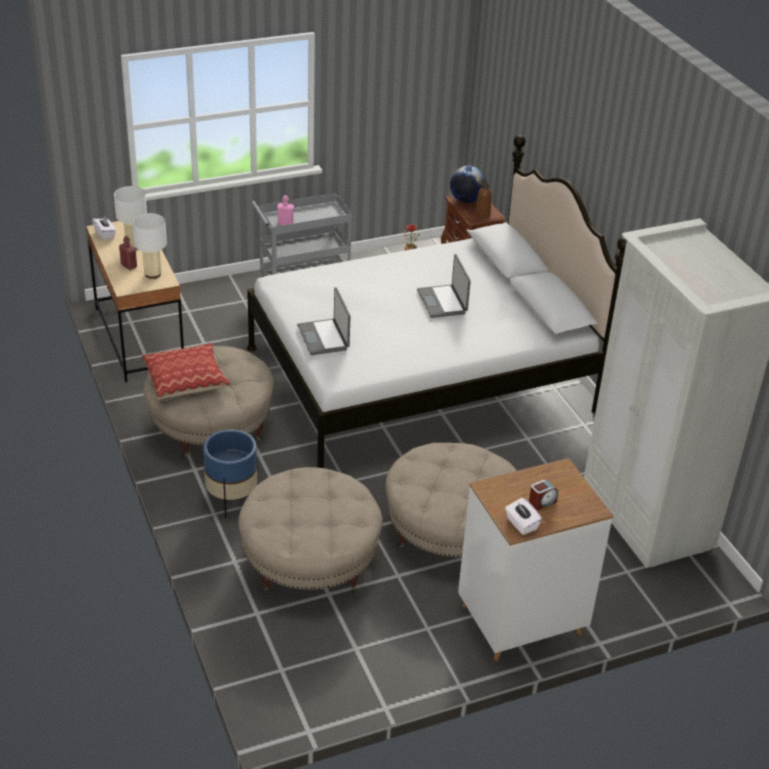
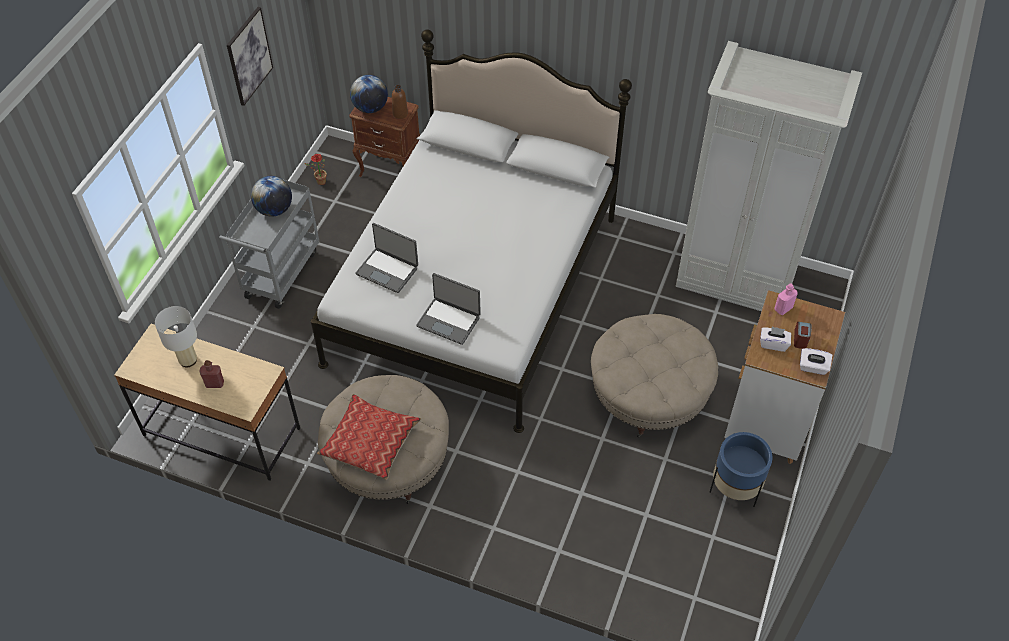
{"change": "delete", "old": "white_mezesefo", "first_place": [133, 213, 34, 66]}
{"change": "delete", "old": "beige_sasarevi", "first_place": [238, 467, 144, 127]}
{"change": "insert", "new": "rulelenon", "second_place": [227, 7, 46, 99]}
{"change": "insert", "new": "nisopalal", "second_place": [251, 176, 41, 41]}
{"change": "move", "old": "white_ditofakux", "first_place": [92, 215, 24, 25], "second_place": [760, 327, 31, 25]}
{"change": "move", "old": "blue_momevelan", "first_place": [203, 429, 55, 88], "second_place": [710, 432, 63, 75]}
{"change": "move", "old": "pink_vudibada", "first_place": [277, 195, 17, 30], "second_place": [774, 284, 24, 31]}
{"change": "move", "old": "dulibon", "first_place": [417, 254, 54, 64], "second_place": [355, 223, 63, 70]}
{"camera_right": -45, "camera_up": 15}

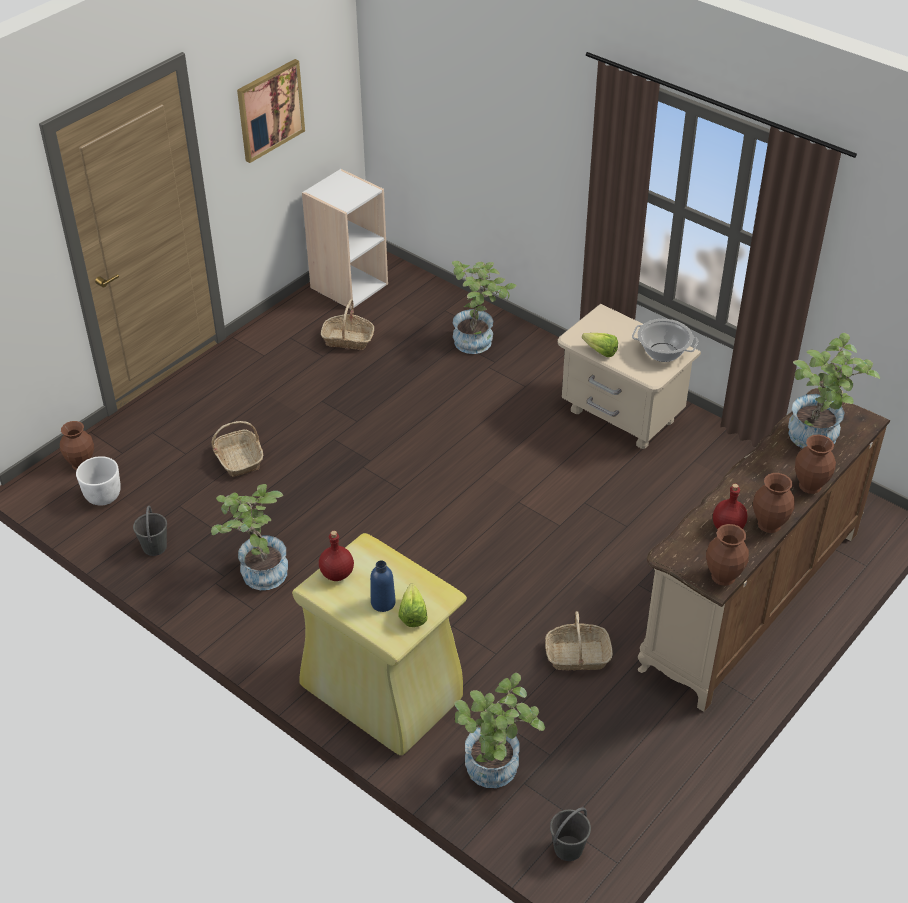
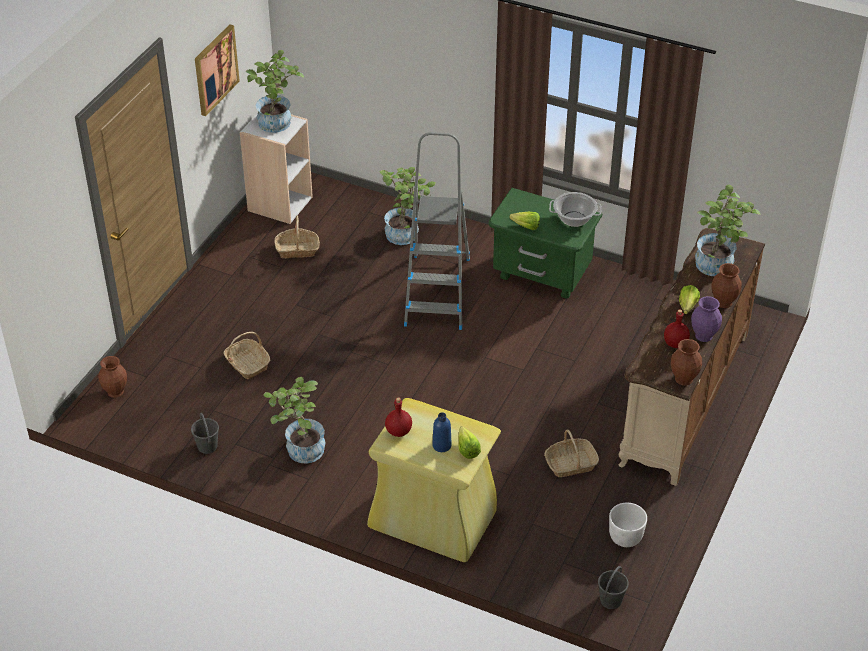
{"change": "insert", "new": "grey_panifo", "second_place": [404, 132, 66, 198]}
{"change": "insert", "new": "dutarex", "second_place": [679, 285, 21, 29]}
{"change": "move", "old": "white_momevelan", "first_place": [76, 456, 45, 50], "second_place": [609, 503, 38, 44]}
{"change": "move", "old": "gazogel", "first_place": [454, 673, 91, 115], "second_place": [246, 50, 58, 83]}
{"change": "recolor", "old": "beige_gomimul", "new": "green_gomimul", "first_place": [558, 304, 143, 145], "second_place": [489, 188, 113, 111]}
{"change": "recolor", "old": "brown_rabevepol", "new": "purple_rabevepol", "first_place": [753, 473, 42, 60], "second_place": [691, 296, 31, 46]}
{"camera_right": -15, "camera_up": 0}

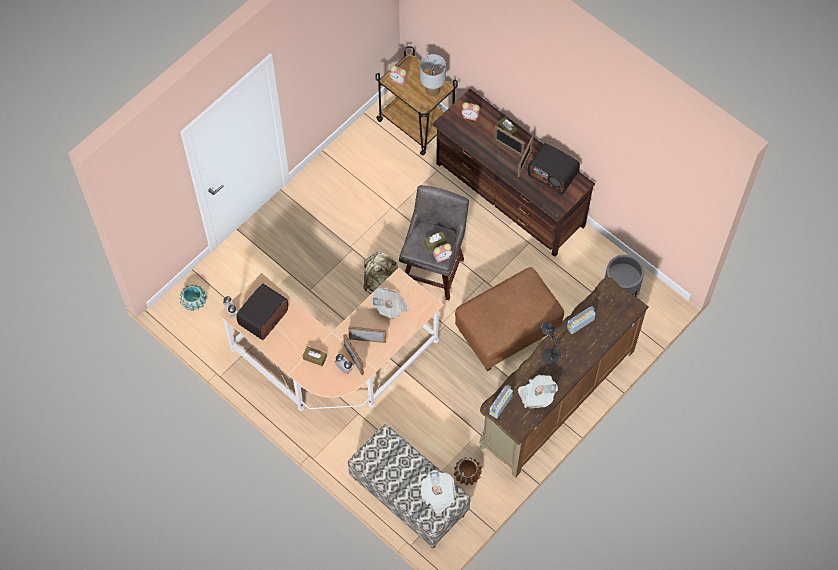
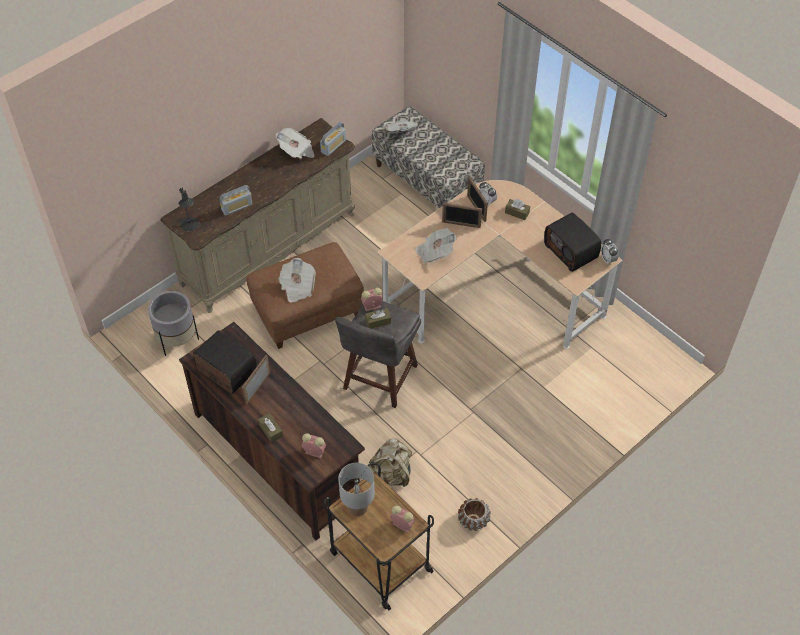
{"change": "delete", "old": "turquoise_momevelan", "first_place": [179, 285, 28, 26]}
{"change": "delete", "old": "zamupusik", "first_place": [494, 125, 31, 31]}
{"change": "insert", "new": "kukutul", "second_place": [278, 258, 38, 45]}
{"change": "move", "old": "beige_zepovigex", "first_place": [364, 252, 34, 42], "second_place": [369, 438, 43, 49]}
{"change": "move", "old": "brown_momevelan", "first_place": [454, 457, 28, 28], "second_place": [458, 498, 33, 33]}
{"change": "move", "old": "black_mezesefo", "first_place": [541, 322, 20, 43], "second_place": [179, 187, 20, 44]}
{"change": "rotate", "old": "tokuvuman", "first_place": [236, 284, 52, 56], "second_place": [544, 213, 57, 59], "degrees": 105}
{"camera_right": -175, "camera_up": -10}

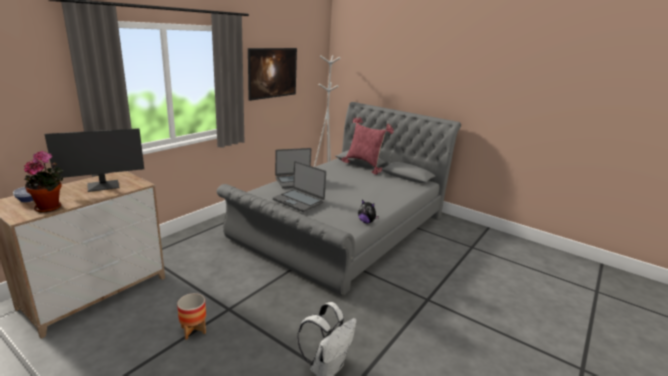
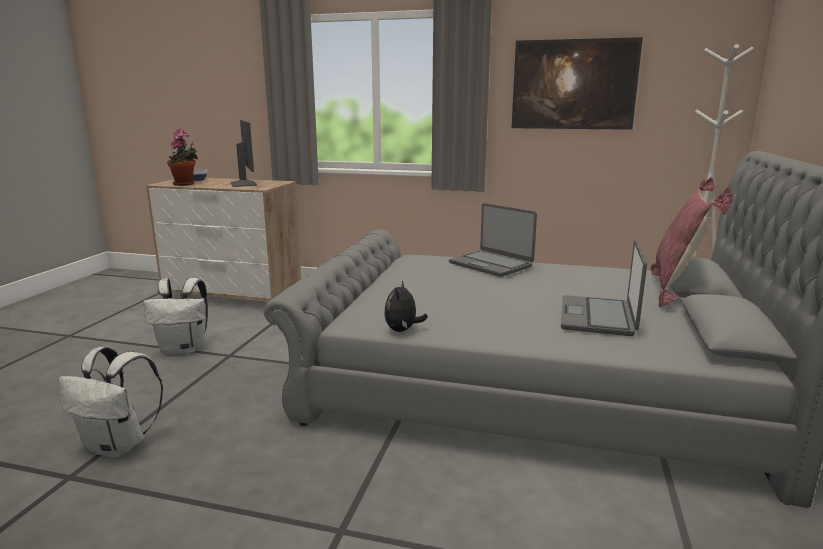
{"change": "move", "old": "dulibon", "first_place": [273, 161, 53, 51], "second_place": [561, 240, 86, 96]}
{"change": "replace", "old": "momevelan", "new": "white_zepovigex", "first_place": [177, 293, 29, 47], "second_place": [143, 278, 65, 77]}
{"change": "rotate", "old": "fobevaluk", "first_place": [44, 128, 100, 64], "second_place": [230, 120, 27, 67], "degrees": -150}
{"camera_right": 70, "camera_up": -5}

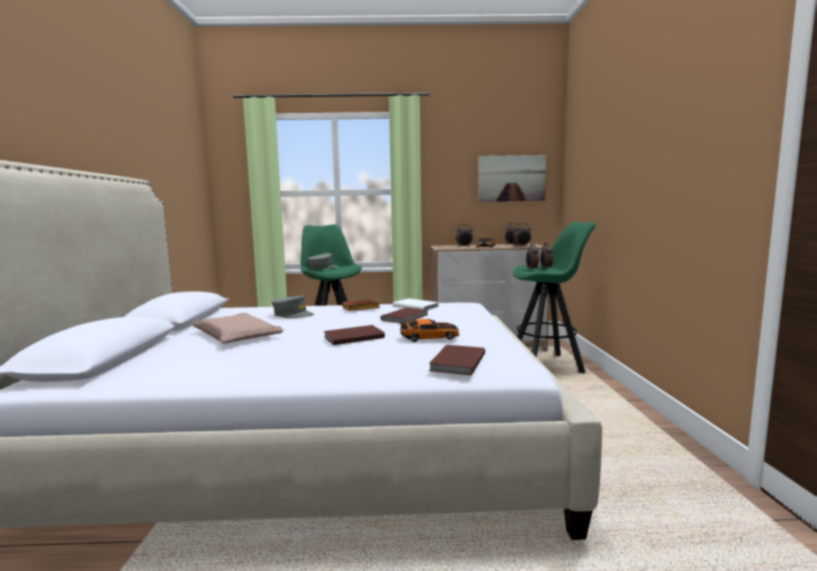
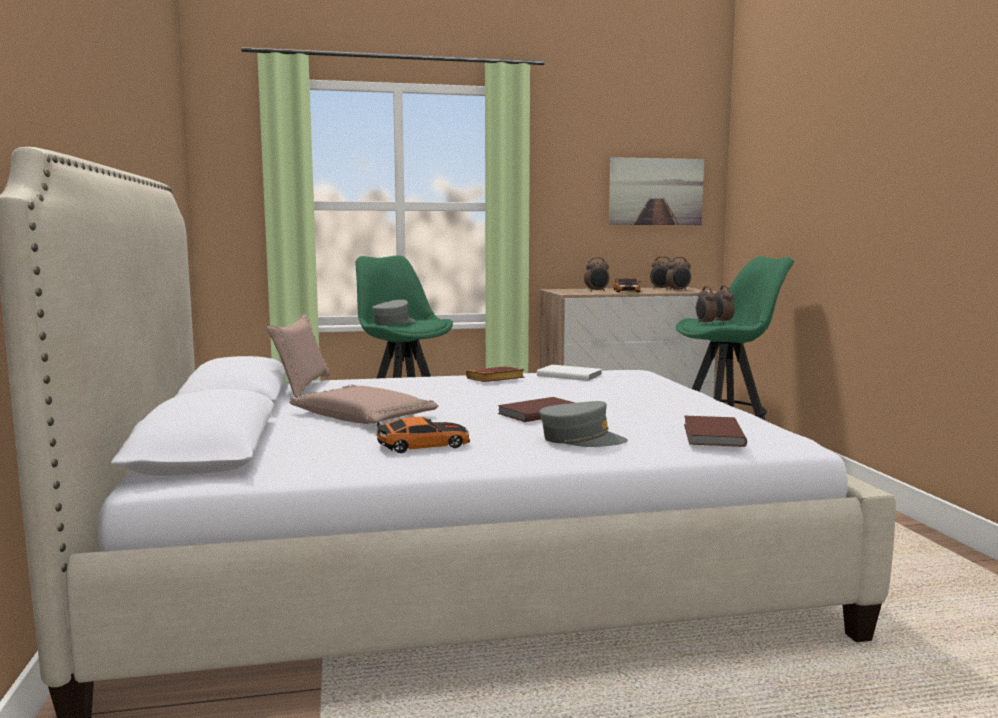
{"change": "delete", "old": "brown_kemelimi", "first_place": [381, 307, 47, 16]}
{"change": "insert", "new": "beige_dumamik", "second_place": [267, 314, 63, 84]}
{"change": "move", "old": "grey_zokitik", "first_place": [272, 295, 42, 23], "second_place": [539, 401, 89, 46]}
{"change": "move", "old": "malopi", "first_place": [400, 319, 59, 23], "second_place": [376, 417, 94, 36]}
{"camera_right": -10, "camera_up": 0}

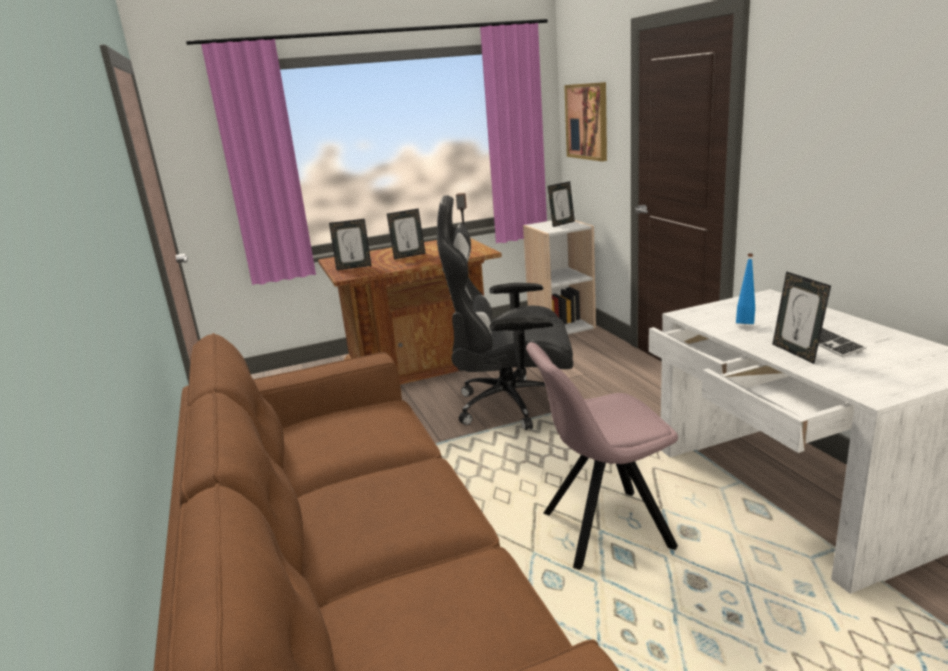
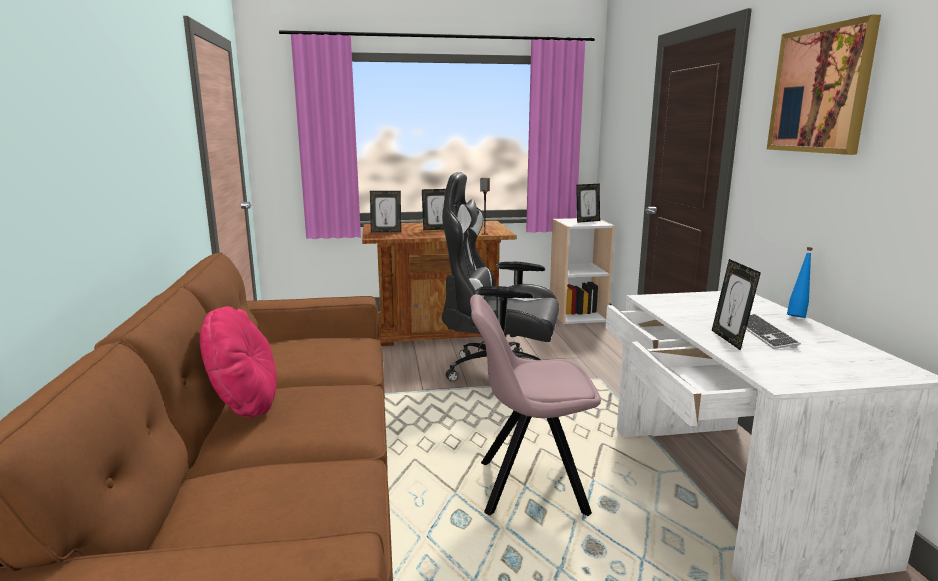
{"change": "insert", "new": "pink_dumamik", "second_place": [200, 306, 77, 112]}
{"change": "move", "old": "rulelenon", "first_place": [564, 82, 43, 79], "second_place": [767, 15, 114, 140]}
{"change": "move", "old": "blue_vudibada", "first_place": [736, 254, 19, 70], "second_place": [787, 247, 26, 71]}
{"camera_right": 10, "camera_up": -5}

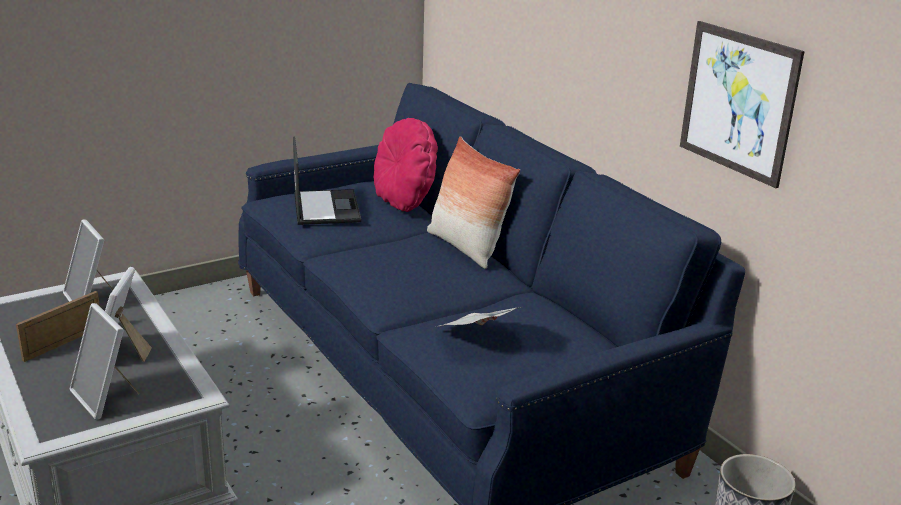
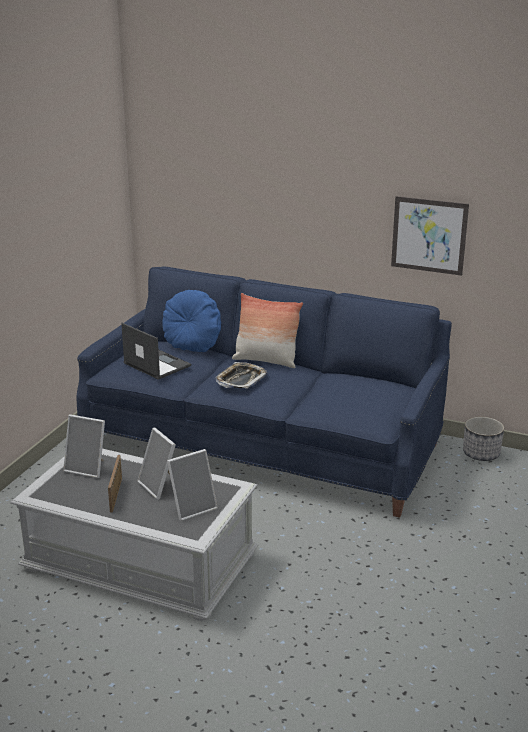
{"change": "delete", "old": "kukutul", "first_place": [434, 306, 92, 21]}
{"change": "insert", "new": "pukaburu", "second_place": [216, 362, 51, 27]}
{"change": "recolor", "old": "pink_dumamik", "new": "blue_dumamik", "first_place": [373, 118, 65, 94], "second_place": [162, 290, 59, 62]}
{"change": "rotate", "old": "zamupusik", "first_place": [70, 303, 70, 117], "second_place": [167, 449, 51, 72], "degrees": -45}
{"camera_right": -35, "camera_up": 0}

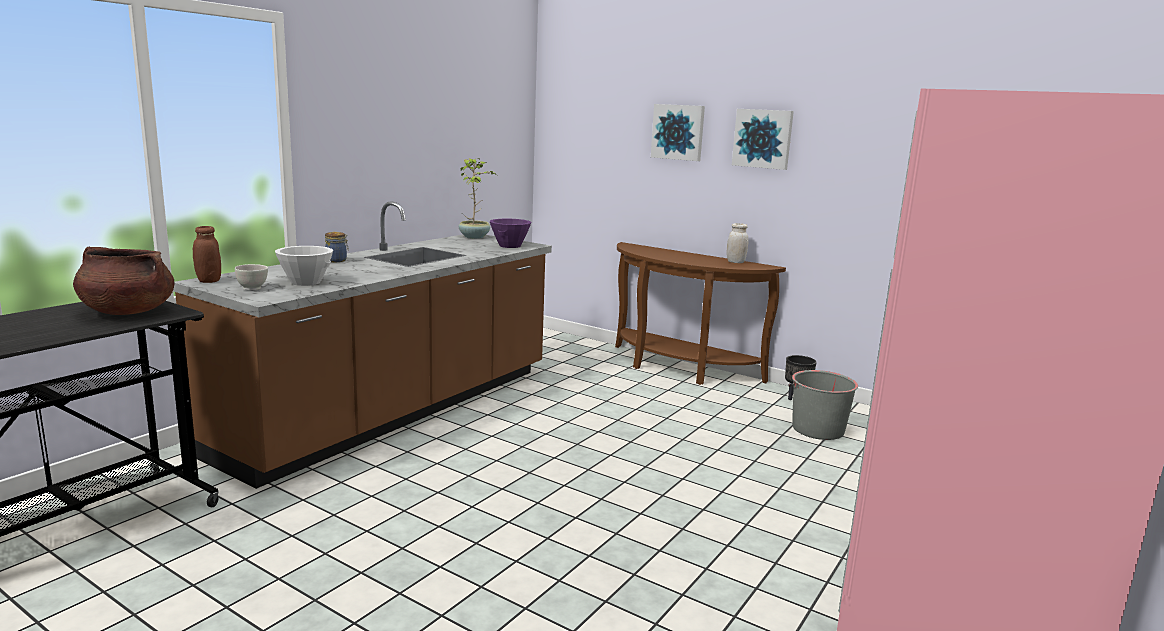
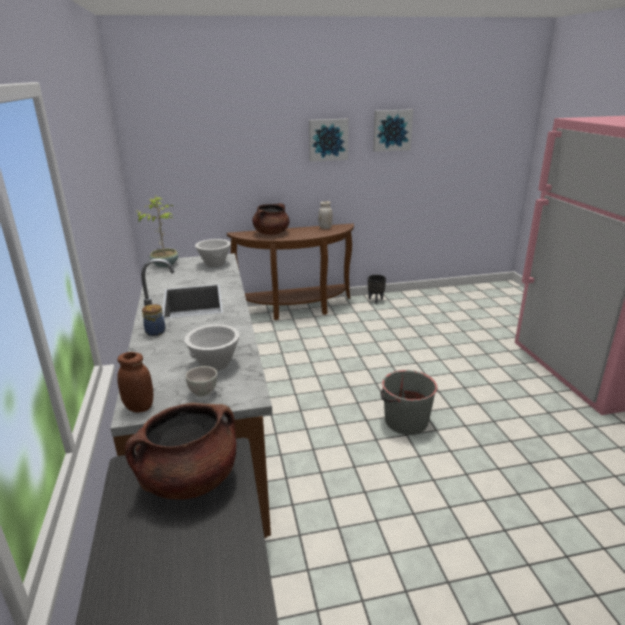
{"change": "insert", "new": "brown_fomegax", "second_place": [252, 203, 38, 32]}
{"change": "move", "old": "rulelenon", "first_place": [651, 104, 54, 57], "second_place": [373, 110, 40, 42]}
{"change": "move", "old": "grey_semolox", "first_place": [788, 370, 70, 70], "second_place": [380, 370, 57, 65]}
{"change": "recolor", "old": "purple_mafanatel", "new": "white_mafanatel", "first_place": [490, 219, 41, 29], "second_place": [195, 239, 36, 28]}
{"camera_right": -45, "camera_up": 10}

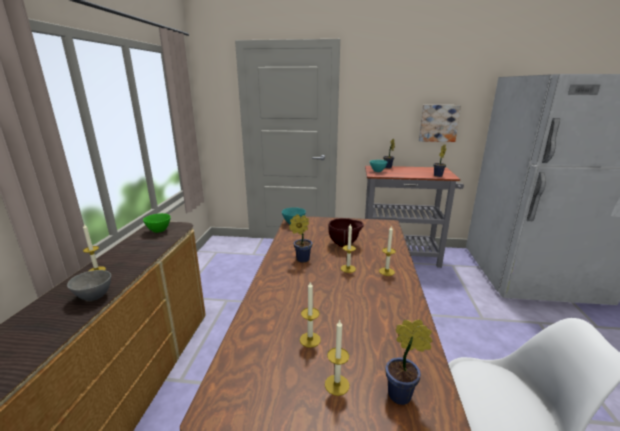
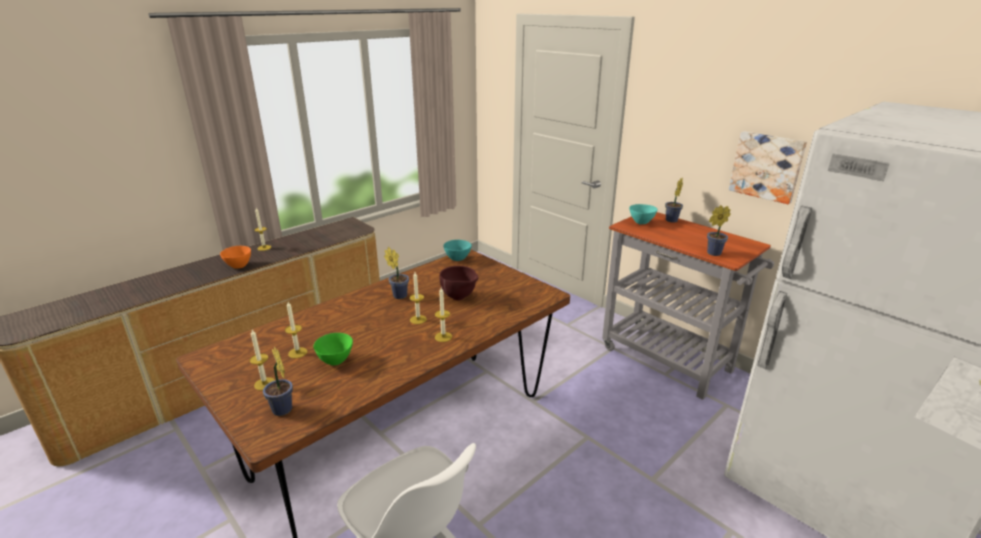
{"change": "move", "old": "green_mafanatel", "first_place": [143, 213, 28, 20], "second_place": [313, 333, 40, 33]}
{"change": "recolor", "old": "grey_mafanatel", "new": "orange_mafanatel", "first_place": [67, 270, 44, 31], "second_place": [220, 246, 31, 23]}
{"camera_right": 40, "camera_up": 5}

